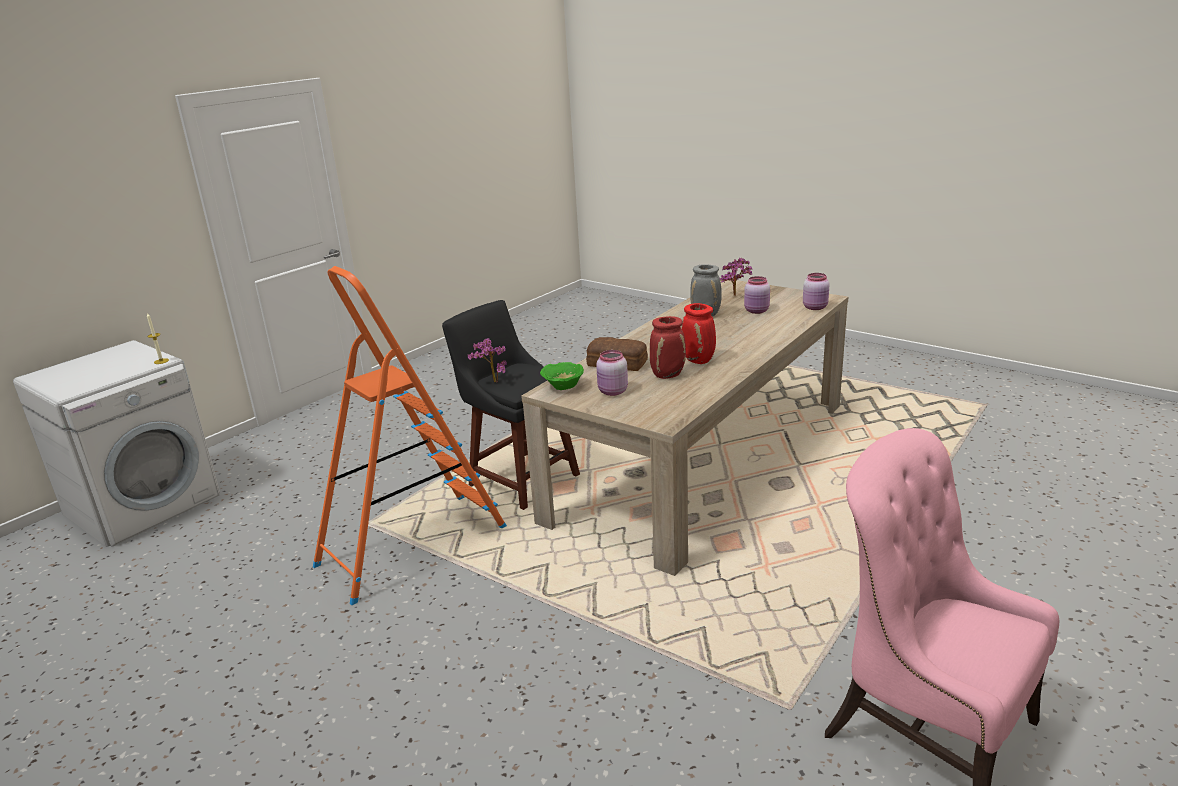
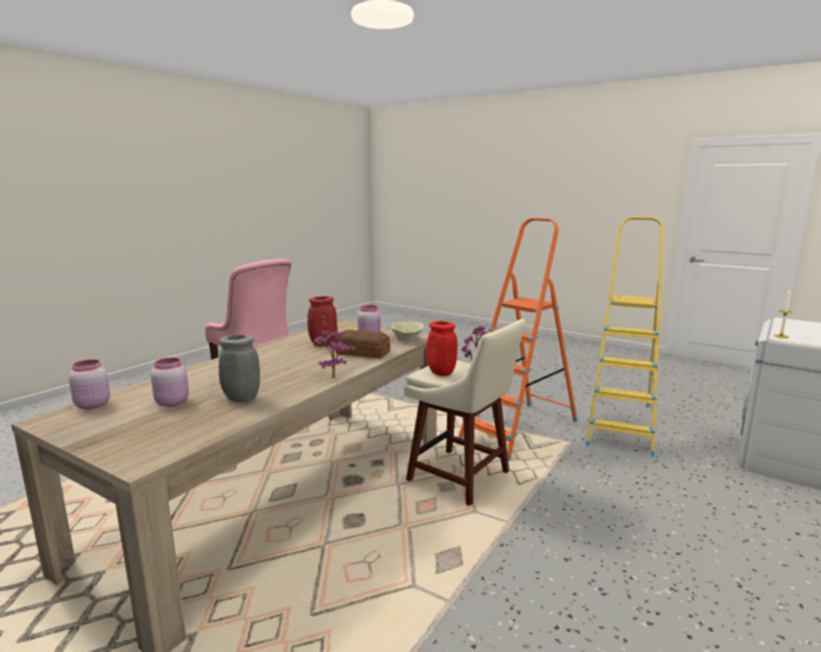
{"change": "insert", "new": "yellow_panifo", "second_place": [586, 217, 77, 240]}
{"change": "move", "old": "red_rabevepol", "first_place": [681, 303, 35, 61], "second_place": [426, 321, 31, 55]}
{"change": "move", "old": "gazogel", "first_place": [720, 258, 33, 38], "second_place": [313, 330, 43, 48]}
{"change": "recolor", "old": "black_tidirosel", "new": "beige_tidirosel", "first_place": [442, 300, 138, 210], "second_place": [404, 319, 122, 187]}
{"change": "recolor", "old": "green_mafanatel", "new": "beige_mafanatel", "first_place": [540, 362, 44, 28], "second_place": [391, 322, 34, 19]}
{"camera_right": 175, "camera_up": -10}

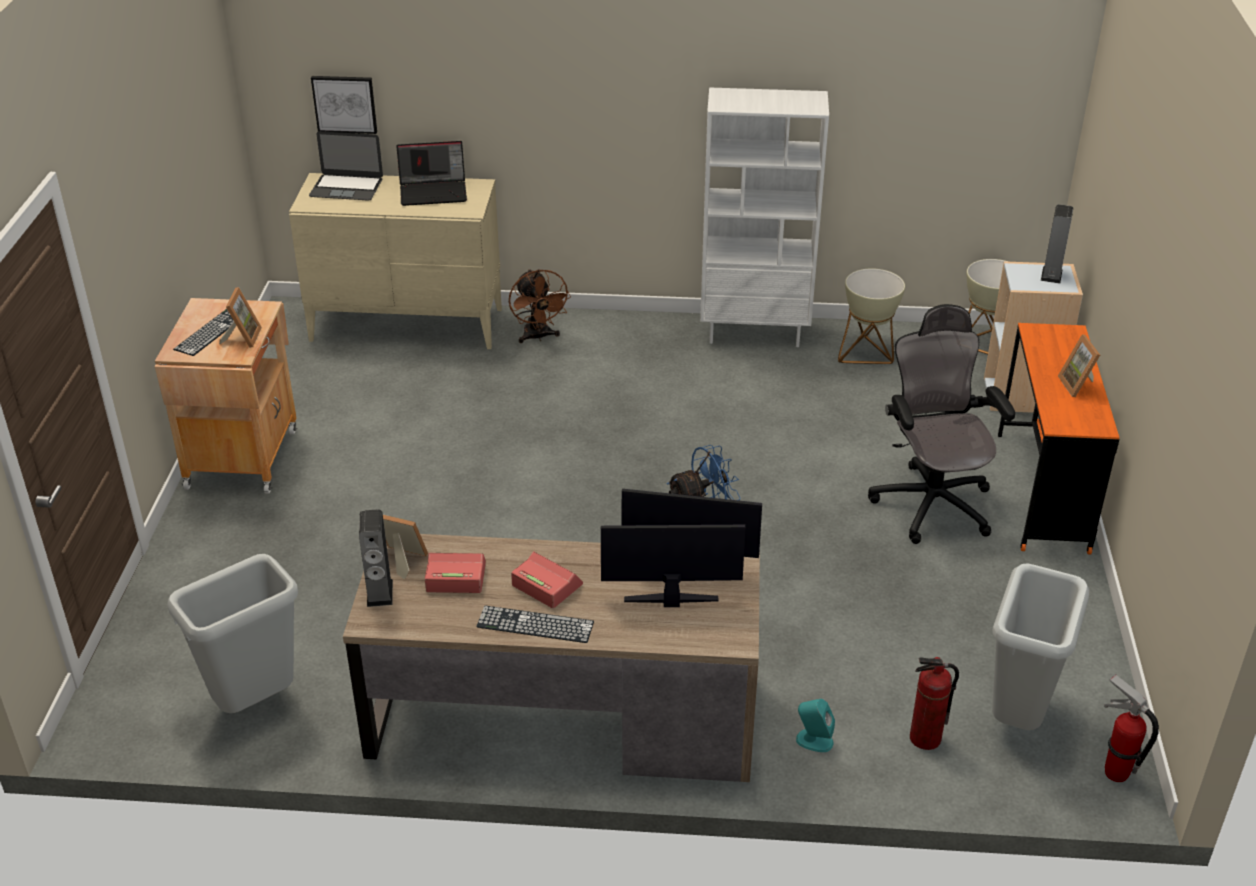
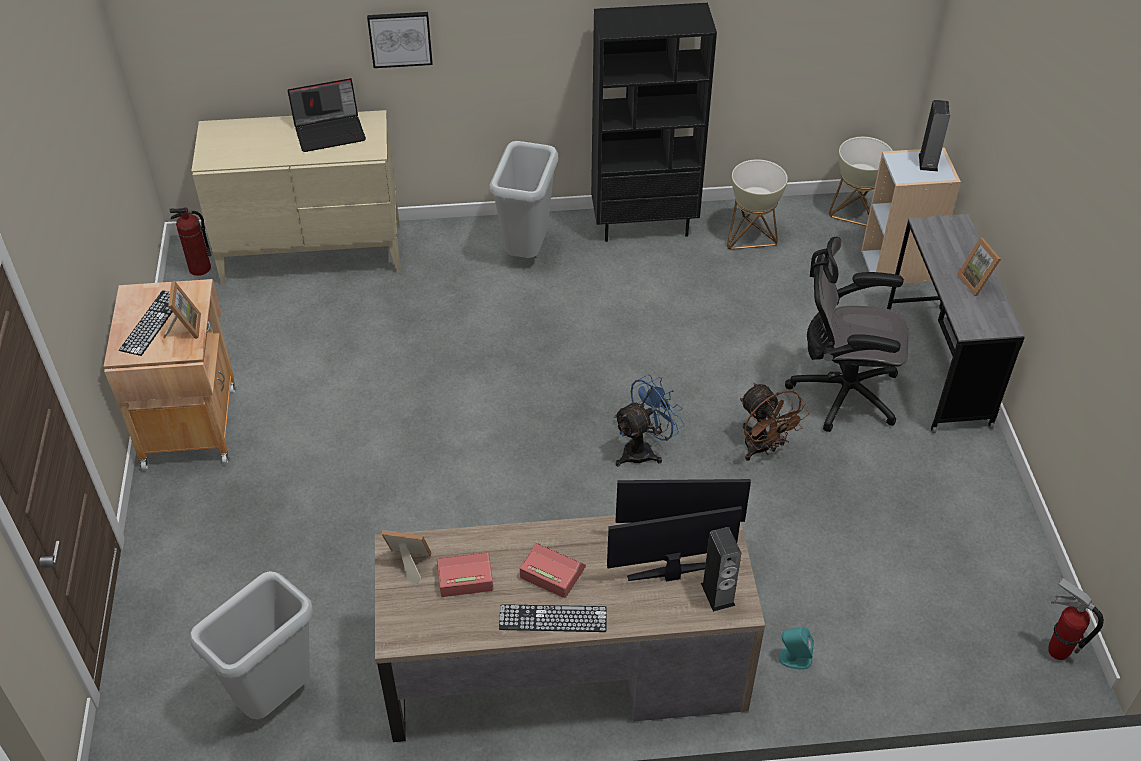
{"change": "delete", "old": "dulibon", "first_place": [309, 131, 74, 70]}
{"change": "move", "old": "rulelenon", "first_place": [311, 76, 66, 58], "second_place": [367, 12, 66, 56]}
{"change": "move", "old": "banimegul", "first_place": [359, 509, 34, 98], "second_place": [701, 527, 40, 85]}
{"change": "move", "old": "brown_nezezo", "first_place": [509, 269, 62, 74], "second_place": [740, 383, 69, 78]}
{"change": "move", "old": "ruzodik", "first_place": [910, 657, 49, 93], "second_place": [170, 207, 41, 69]}
{"change": "move", "old": "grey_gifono", "first_place": [992, 564, 97, 166], "second_place": [489, 141, 69, 117]}
{"change": "recolor", "old": "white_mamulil", "new": "black_mamulil", "first_place": [700, 87, 129, 260], "second_place": [591, 3, 126, 239]}
{"change": "recolor", "old": "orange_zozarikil", "new": "grey_zozarikil", "first_place": [998, 323, 121, 232], "second_place": [887, 214, 138, 219]}
{"change": "rotate", "old": "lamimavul", "first_place": [868, 304, 147, 240], "second_place": [785, 237, 124, 195], "degrees": -60}
{"camera_right": -10, "camera_up": 10}

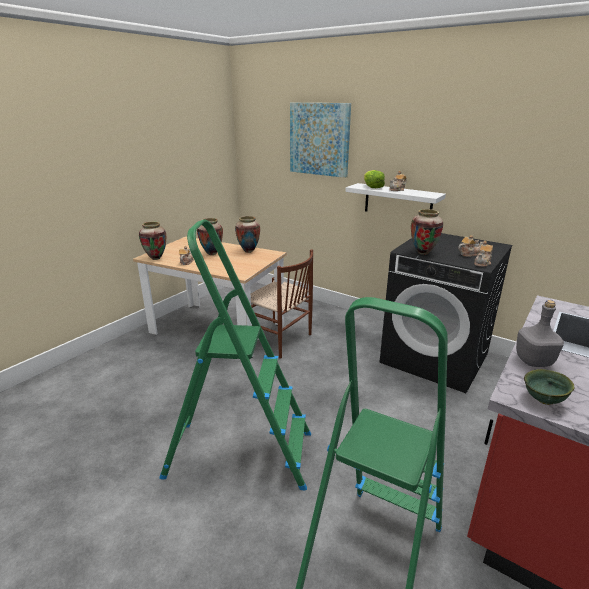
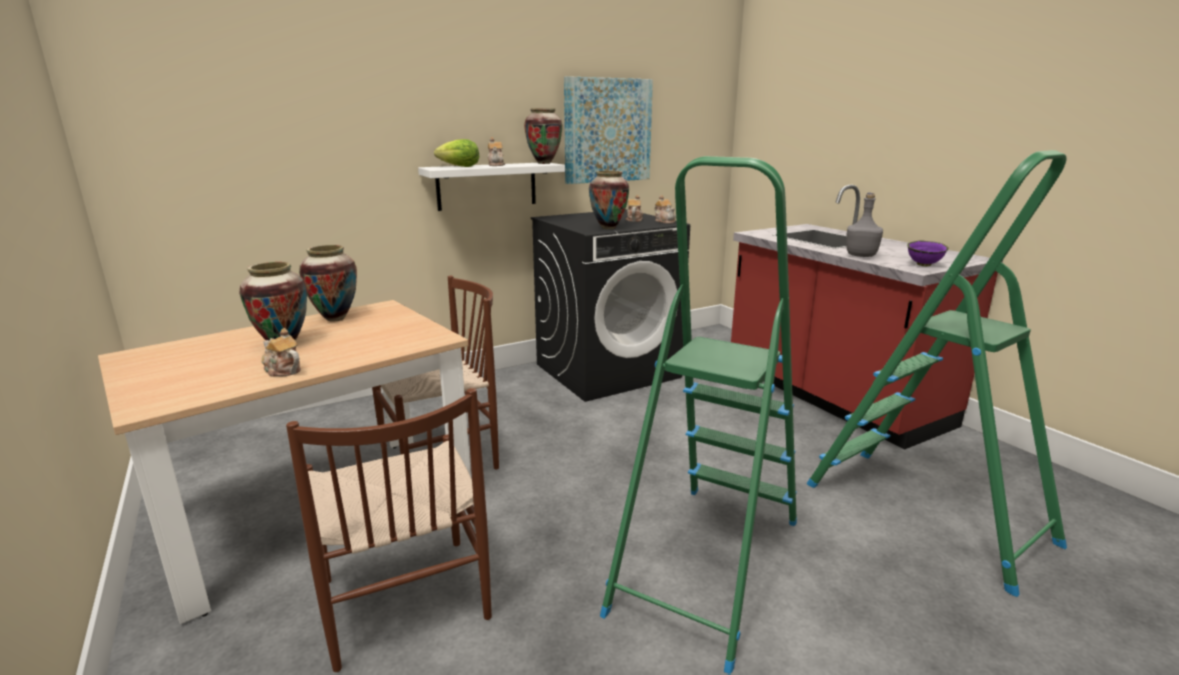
{"change": "insert", "new": "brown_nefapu", "second_place": [286, 388, 206, 284]}
{"change": "move", "old": "rabevepol", "first_place": [139, 222, 27, 38], "second_place": [524, 108, 38, 56]}
{"change": "move", "old": "rulelenon", "first_place": [290, 103, 61, 75], "second_place": [564, 76, 89, 108]}
{"change": "recolor", "old": "green_mafanatel", "new": "purple_mafanatel", "first_place": [524, 369, 50, 36], "second_place": [907, 241, 42, 25]}
{"camera_right": -65, "camera_up": -5}

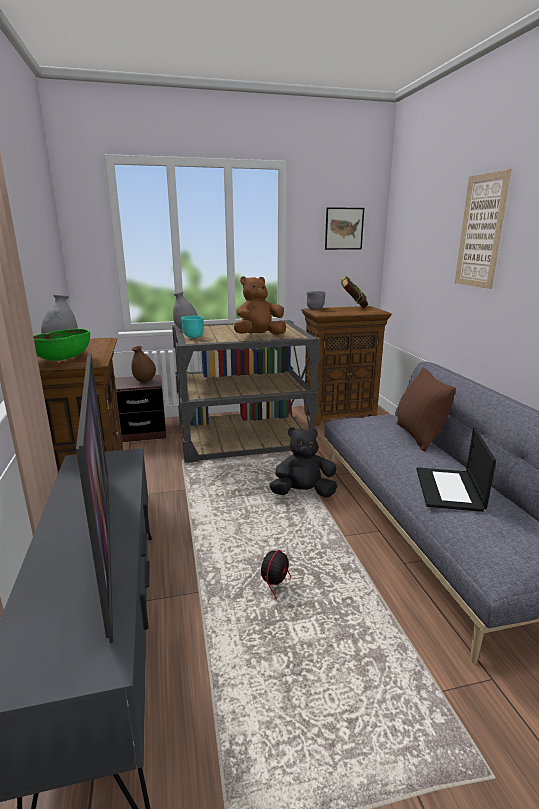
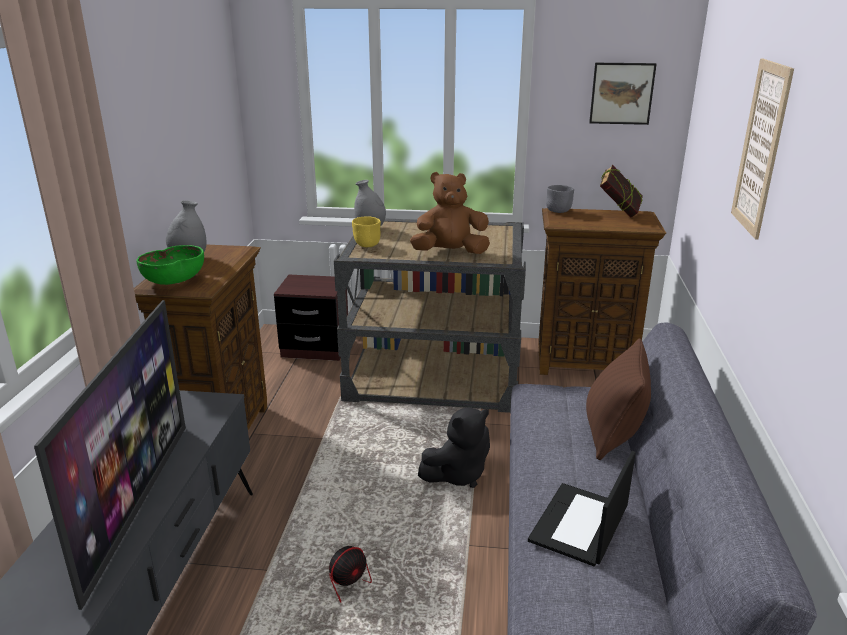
{"change": "delete", "old": "brown_rabevepol", "first_place": [131, 346, 25, 36]}
{"change": "recolor", "old": "turquoise_mafanatel", "new": "yellow_mafanatel", "first_place": [181, 316, 23, 22], "second_place": [352, 216, 29, 31]}
{"change": "rotate", "old": "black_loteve", "first_place": [270, 427, 67, 70], "second_place": [418, 407, 72, 81], "degrees": 135}
{"camera_right": 20, "camera_up": 5}

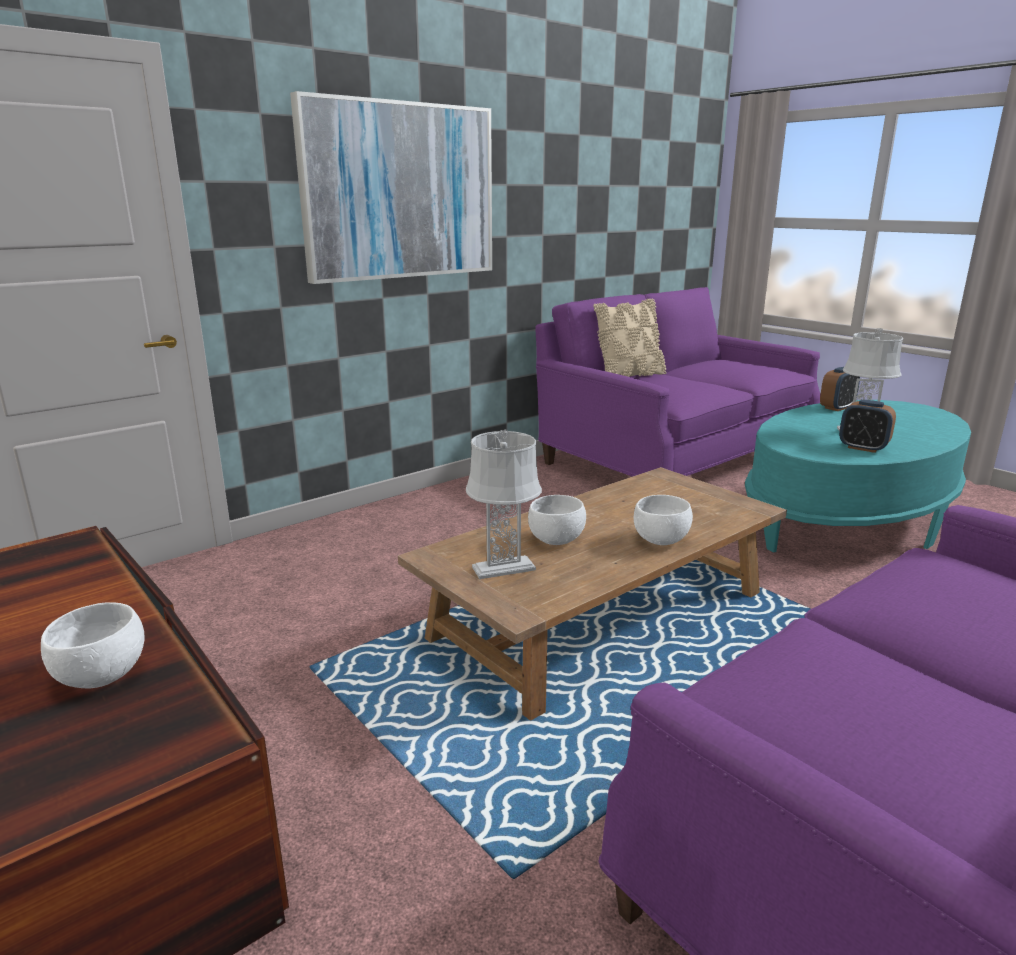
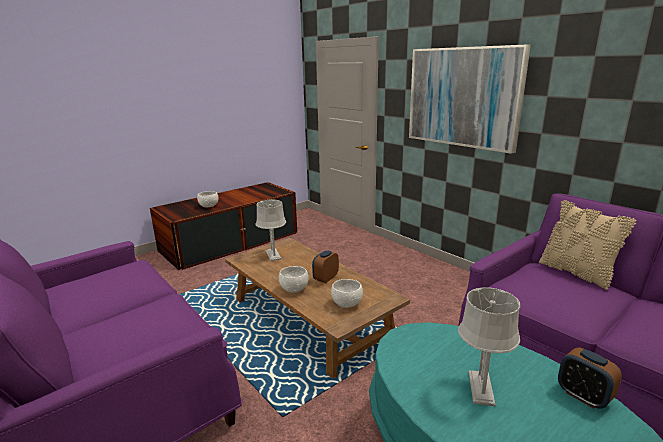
{"change": "move", "old": "white_mafanatel", "first_place": [528, 495, 58, 50], "second_place": [331, 279, 32, 29]}
{"change": "move", "old": "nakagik", "first_place": [839, 399, 57, 54], "second_place": [312, 250, 27, 33]}
{"camera_right": 90, "camera_up": 0}

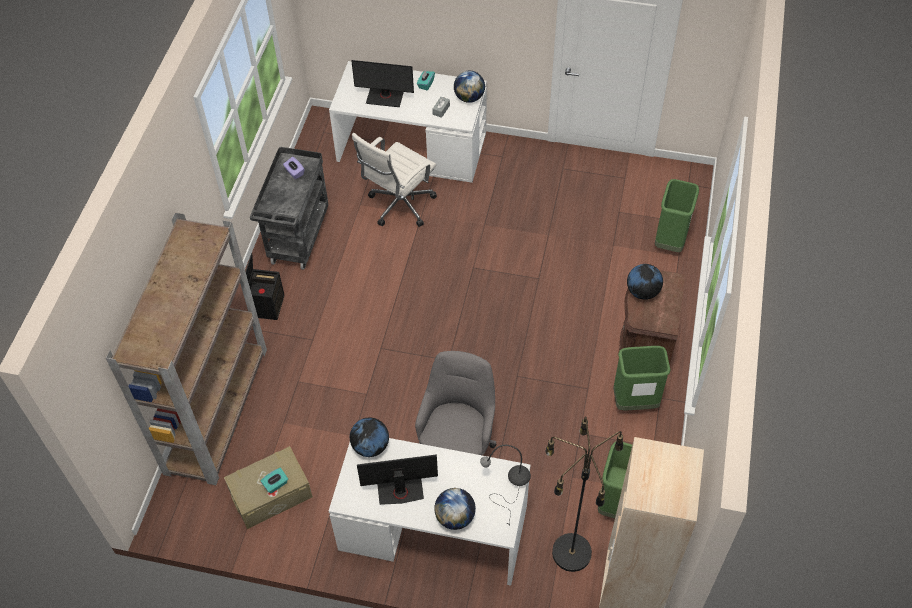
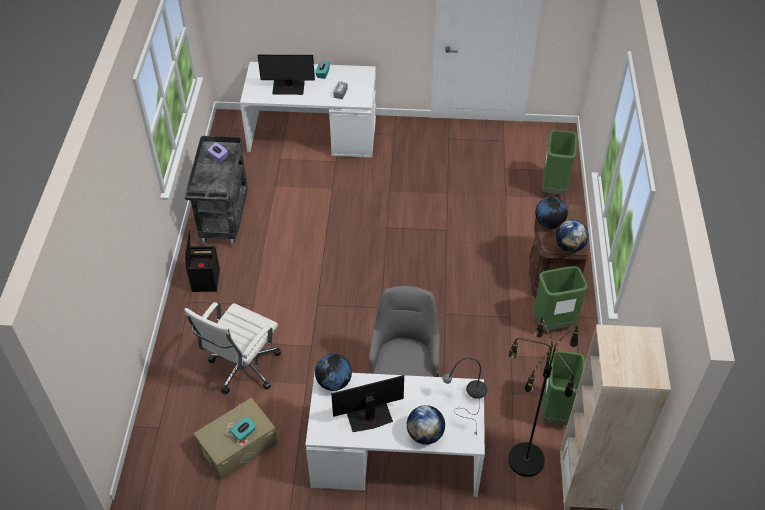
{"change": "delete", "old": "brown_mamulil", "first_place": [106, 212, 161, 273]}
{"change": "move", "old": "white_lamimavul", "first_place": [352, 133, 85, 94], "second_place": [185, 302, 96, 92]}
{"change": "move", "old": "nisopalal", "first_place": [454, 71, 31, 32], "second_place": [555, 220, 34, 32]}
{"camera_right": -10, "camera_up": -5}

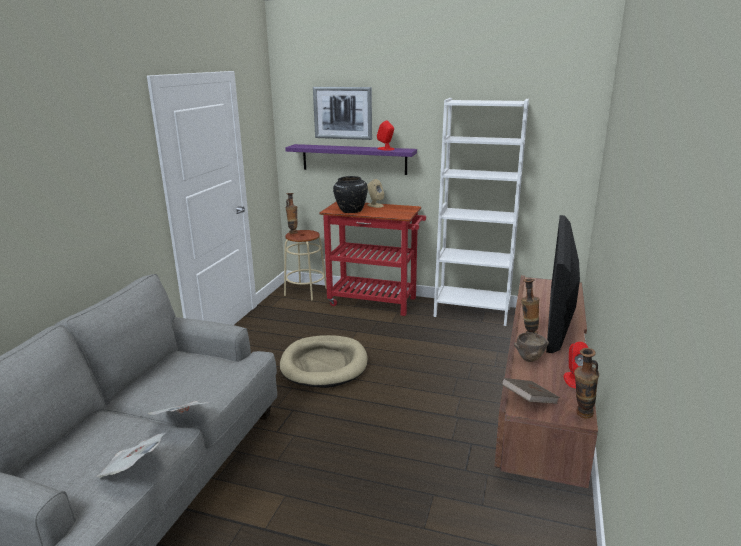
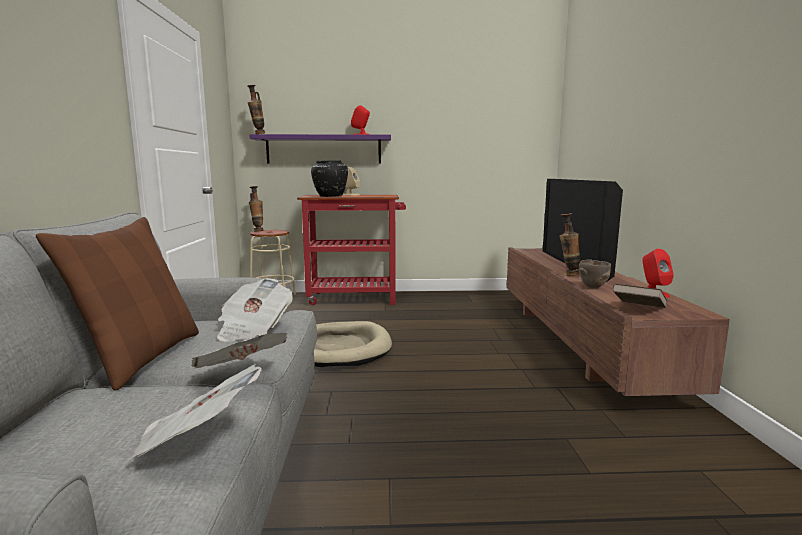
{"change": "delete", "old": "rulelenon", "first_place": [313, 87, 59, 53]}
{"change": "delete", "old": "white_mamulil", "first_place": [434, 98, 95, 228]}
{"change": "insert", "new": "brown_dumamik", "second_place": [36, 217, 163, 174]}
{"change": "insert", "new": "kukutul", "second_place": [217, 278, 76, 64]}
{"change": "move", "old": "rabevepol", "first_place": [574, 348, 25, 70], "second_place": [247, 85, 18, 49]}
{"camera_right": -20, "camera_up": -10}

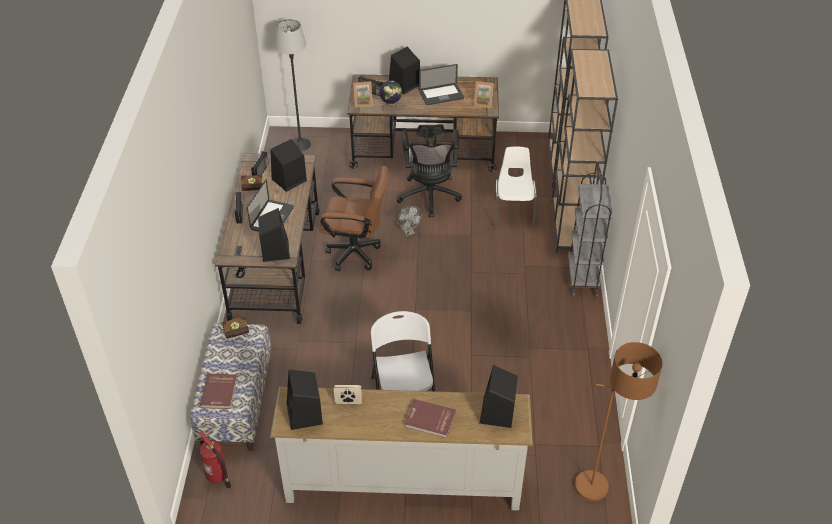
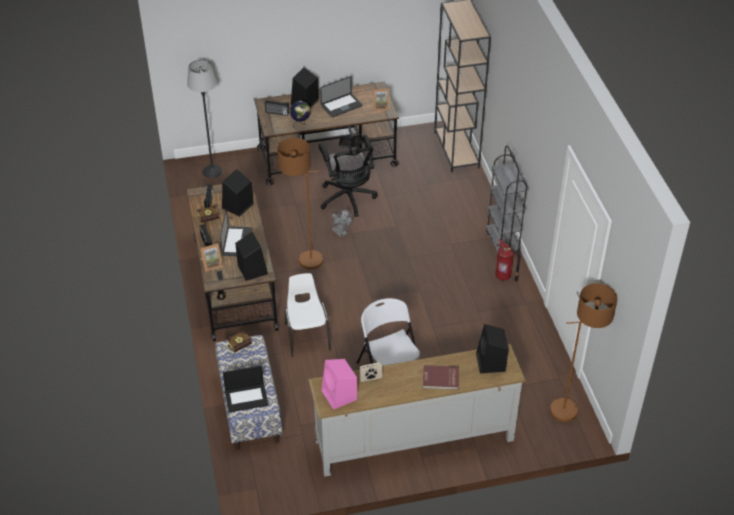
{"change": "delete", "old": "mamulil", "first_place": [551, 49, 67, 204]}
{"change": "move", "old": "ruzodik", "first_place": [199, 431, 32, 58], "second_place": [495, 239, 25, 43]}
{"change": "move", "old": "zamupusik", "first_place": [353, 81, 20, 27], "second_place": [200, 243, 23, 29]}
{"change": "move", "old": "white_nefapu", "first_place": [494, 146, 43, 83], "second_place": [285, 273, 46, 84]}
{"change": "replace", "old": "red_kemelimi", "new": "dulibon", "first_place": [200, 374, 37, 35], "second_place": [223, 365, 45, 47]}
{"change": "replace", "old": "brown_lamimavul", "new": "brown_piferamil", "first_place": [319, 166, 70, 105], "second_place": [277, 138, 46, 131]}
{"change": "recolor", "old": "black_banimegul", "new": "pink_banimegul", "first_place": [287, 369, 36, 61], "second_place": [321, 359, 36, 51]}
{"camera_right": -15, "camera_up": 0}

